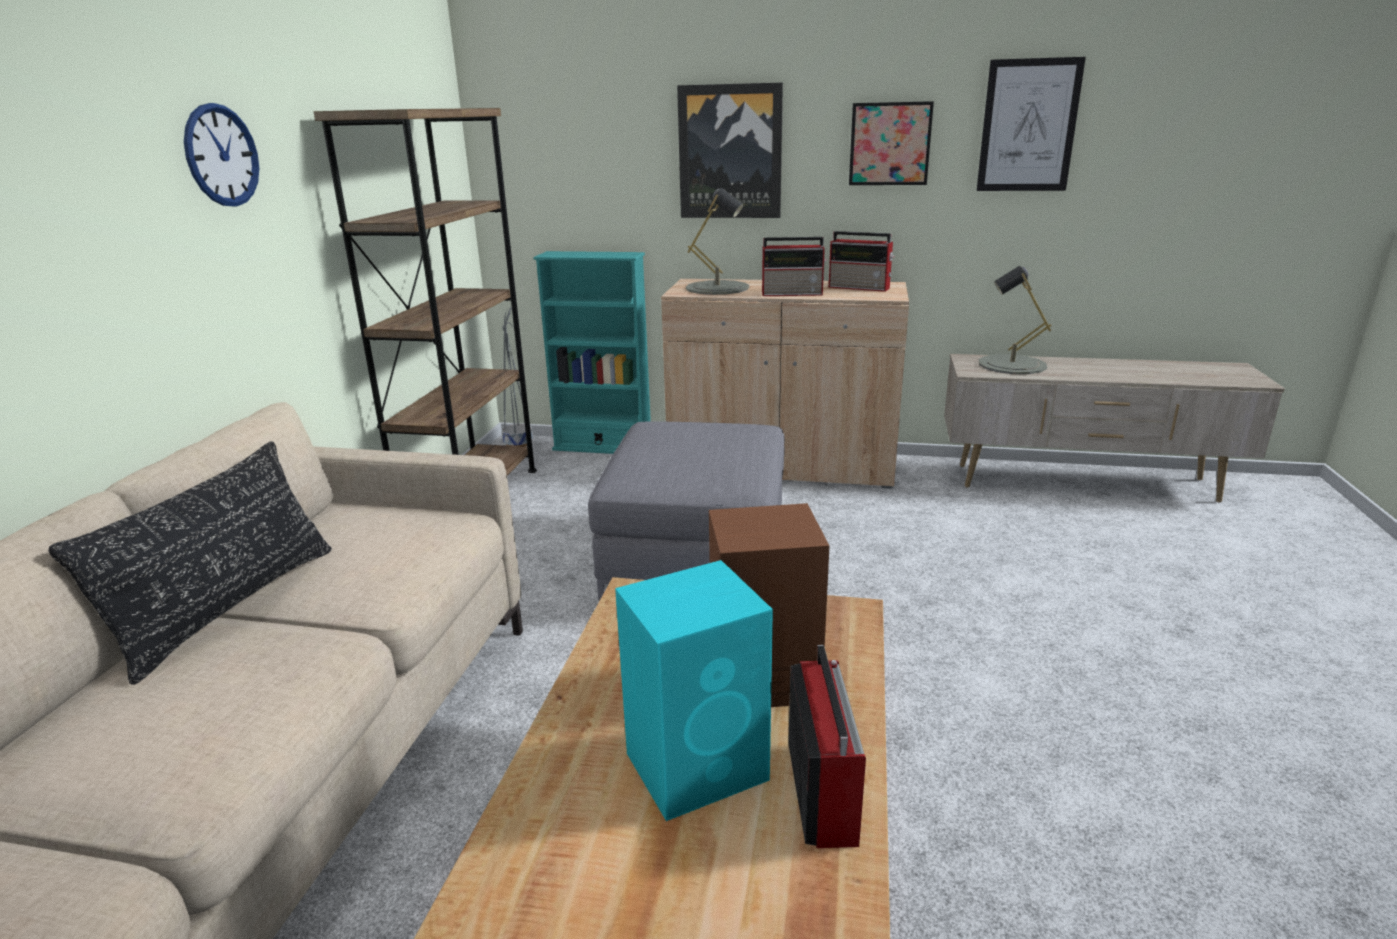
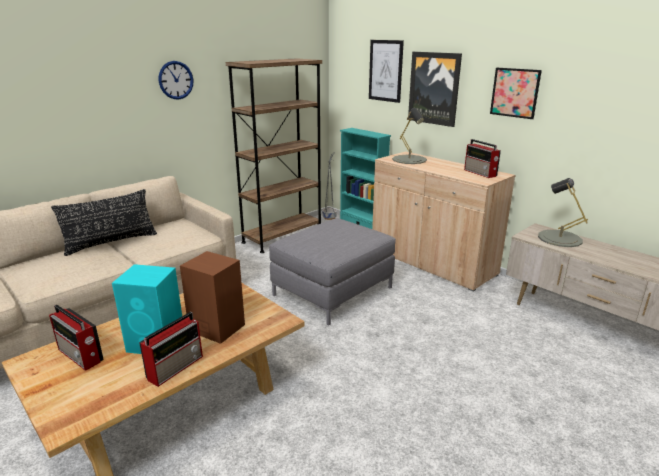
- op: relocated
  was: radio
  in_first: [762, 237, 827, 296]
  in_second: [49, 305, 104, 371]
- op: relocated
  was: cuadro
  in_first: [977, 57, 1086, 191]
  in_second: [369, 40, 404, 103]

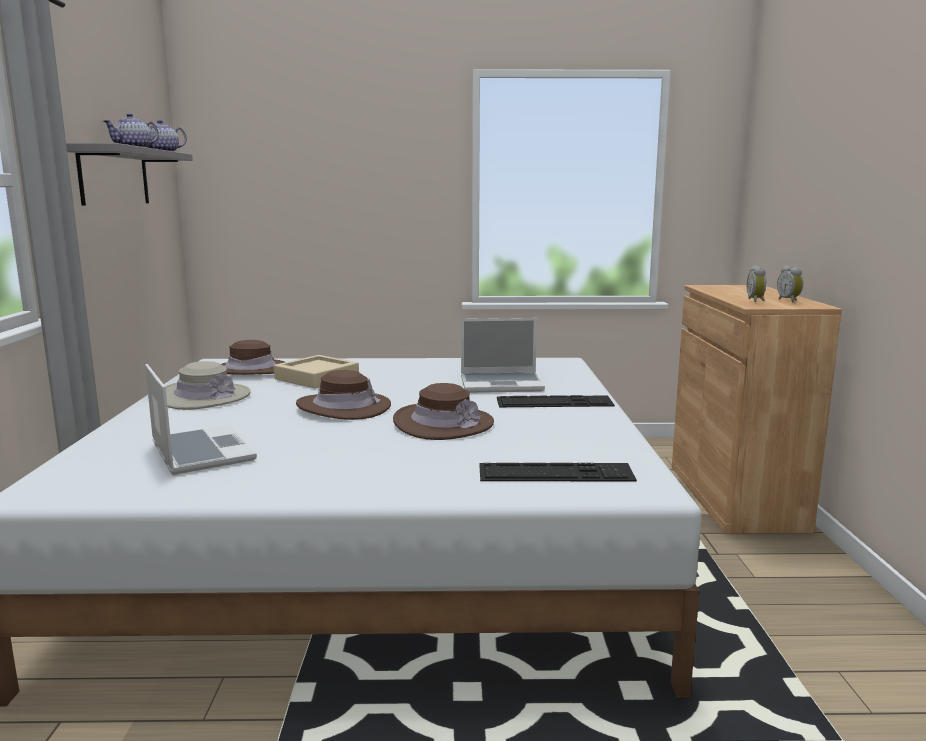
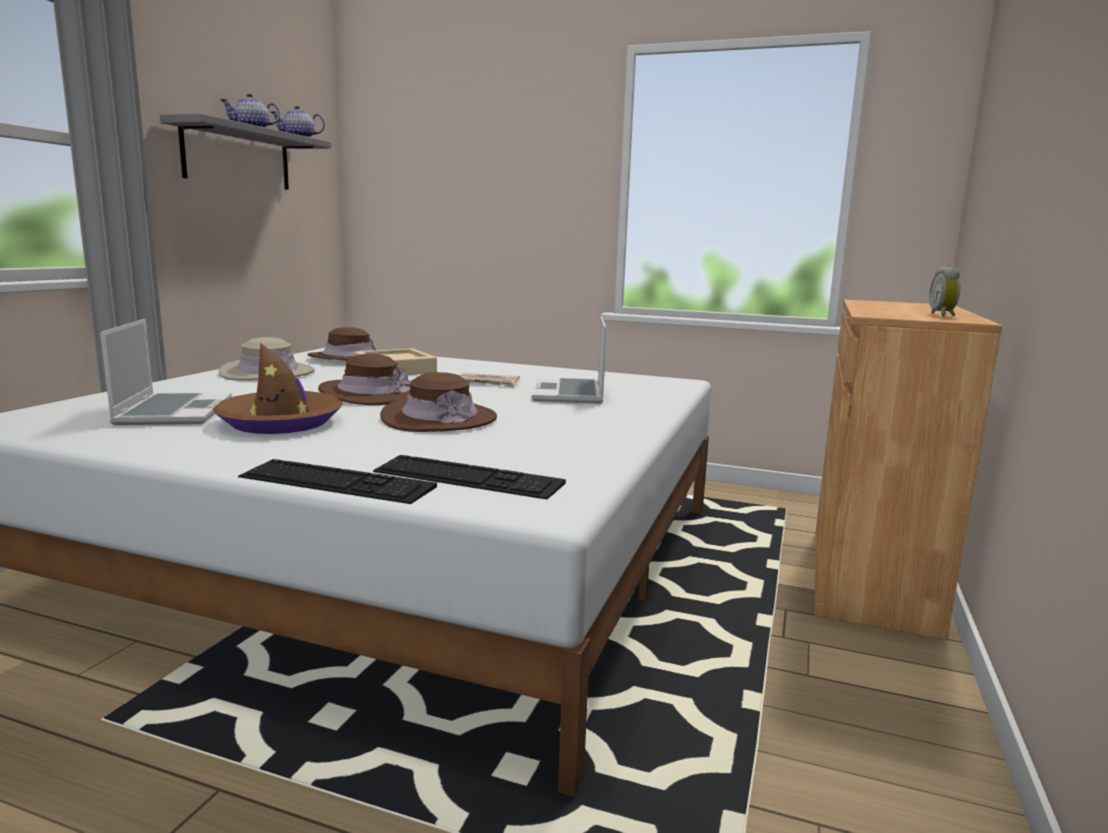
- op: missing
  was: despertador
  in_first: [747, 266, 766, 302]
- op: appeared
  now: sombrero (marrón)
  in_second: [213, 343, 343, 434]
- op: appeared
  now: periódico
  in_second: [459, 373, 520, 388]
- op: relocated
  was: teclado
  in_first: [497, 395, 615, 407]
  in_second: [238, 459, 437, 504]
- op: spun
  was: portátil
  in_first: [461, 318, 545, 393]
  in_second: [532, 317, 607, 404]
  clockwise: 75

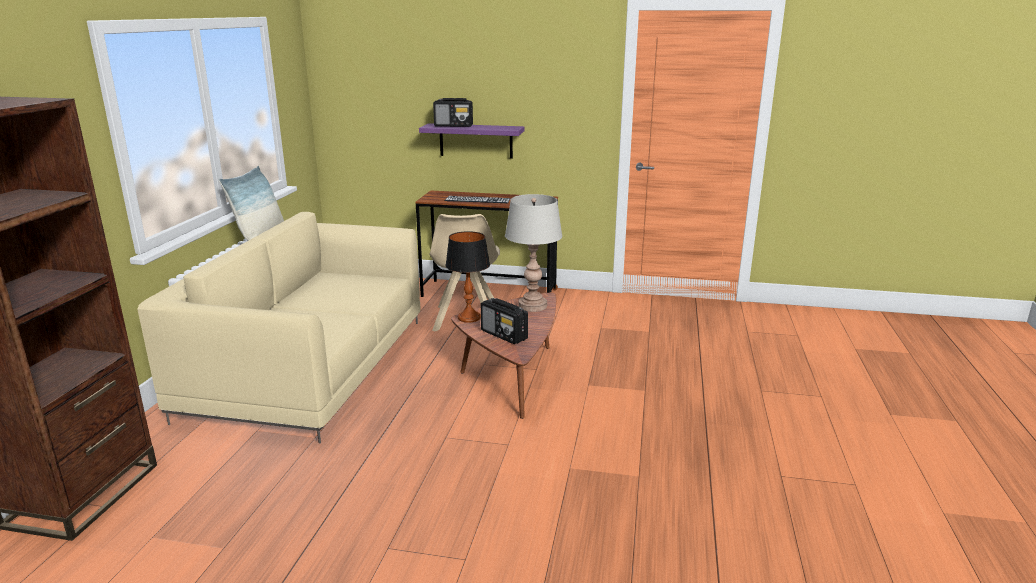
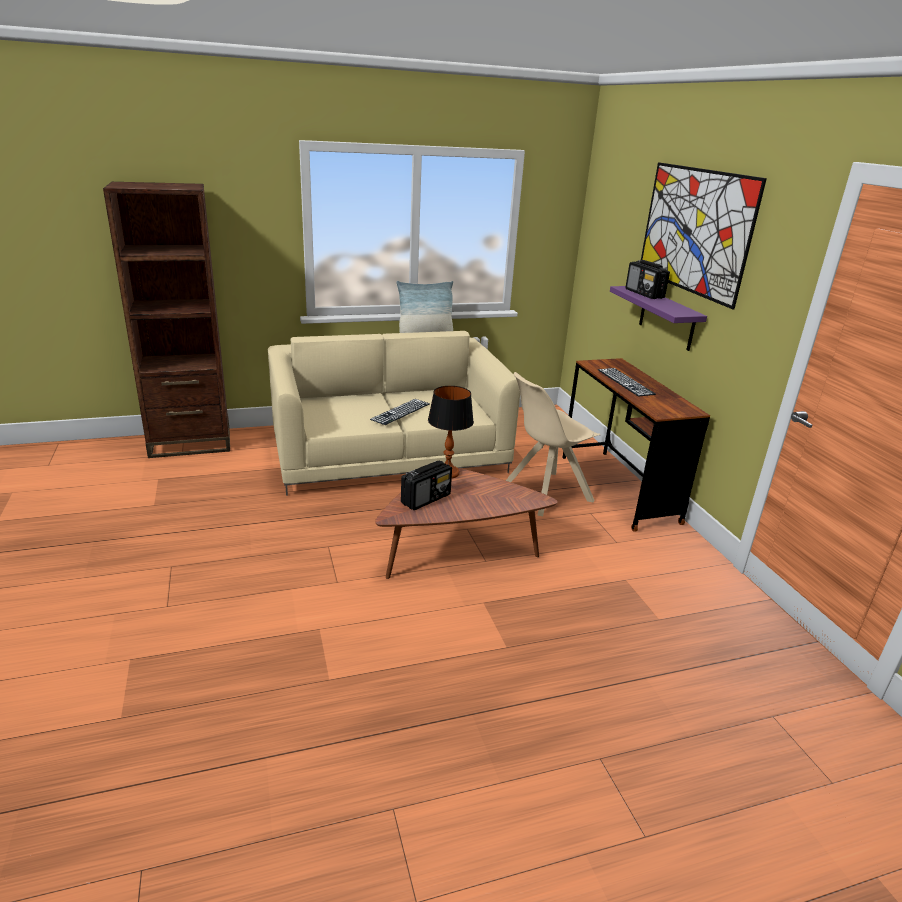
- op: missing
  was: lámpara de mesa (gris)
  in_first: [505, 194, 562, 312]
- op: appeared
  now: teclado
  in_second: [370, 399, 430, 425]
- op: appeared
  now: cuadro
  in_second: [641, 162, 767, 309]
- op: spun
  was: radio
  in_first: [481, 298, 528, 344]
  in_second: [401, 461, 452, 510]
  clockwise: -150

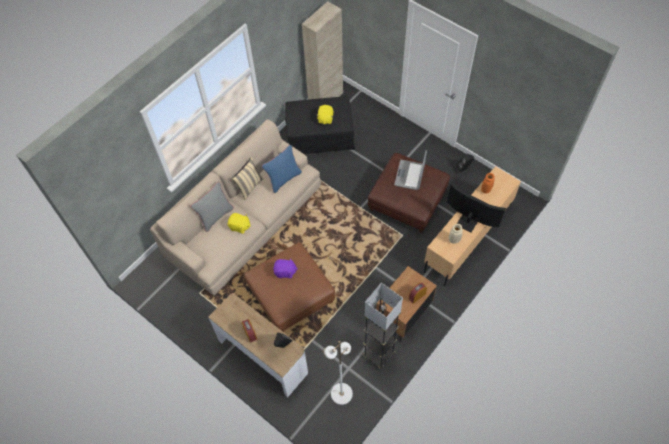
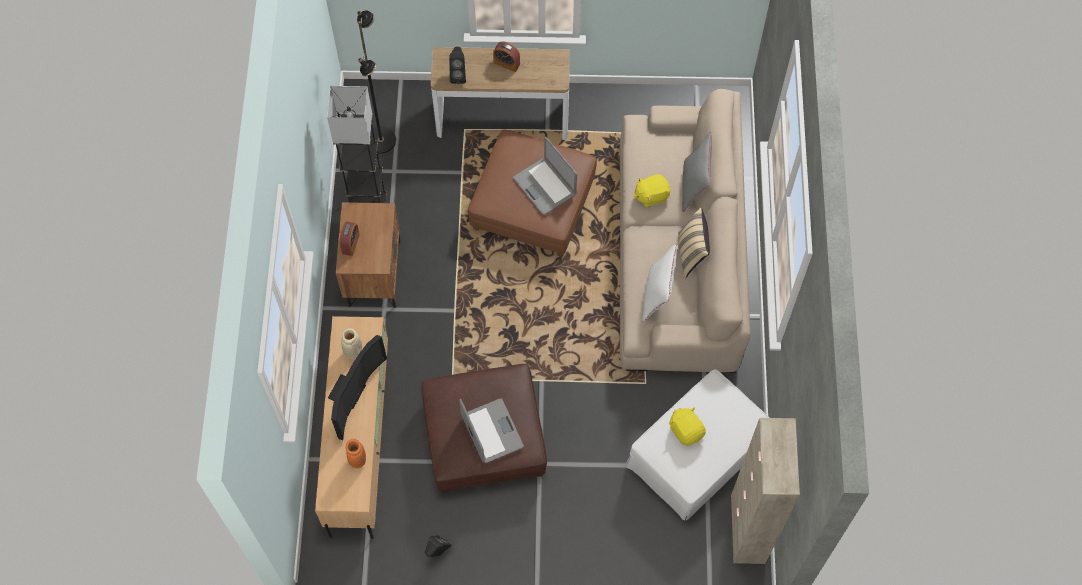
- op: exchanged
  was: peluche (morado)
  now: portátil
  in_first: [273, 258, 298, 278]
  in_second: [513, 137, 577, 215]
- op: colour
  was: cojín (azul)
  now: cojín (blanco)
  in_first: [262, 145, 302, 193]
  in_second: [642, 243, 677, 322]
- op: colour
  was: puf (negro)
  now: puf (blanco)
  in_first: [285, 96, 355, 154]
  in_second: [625, 369, 769, 520]
- op: colour
  was: lámpara de pie (blanco)
  now: lámpara de pie (negro)
  in_first: [324, 341, 353, 405]
  in_second: [357, 11, 396, 154]
- op: spun
  was: televisor
  in_first: [447, 182, 506, 232]
  in_second: [328, 335, 387, 441]
  clockwise: -60

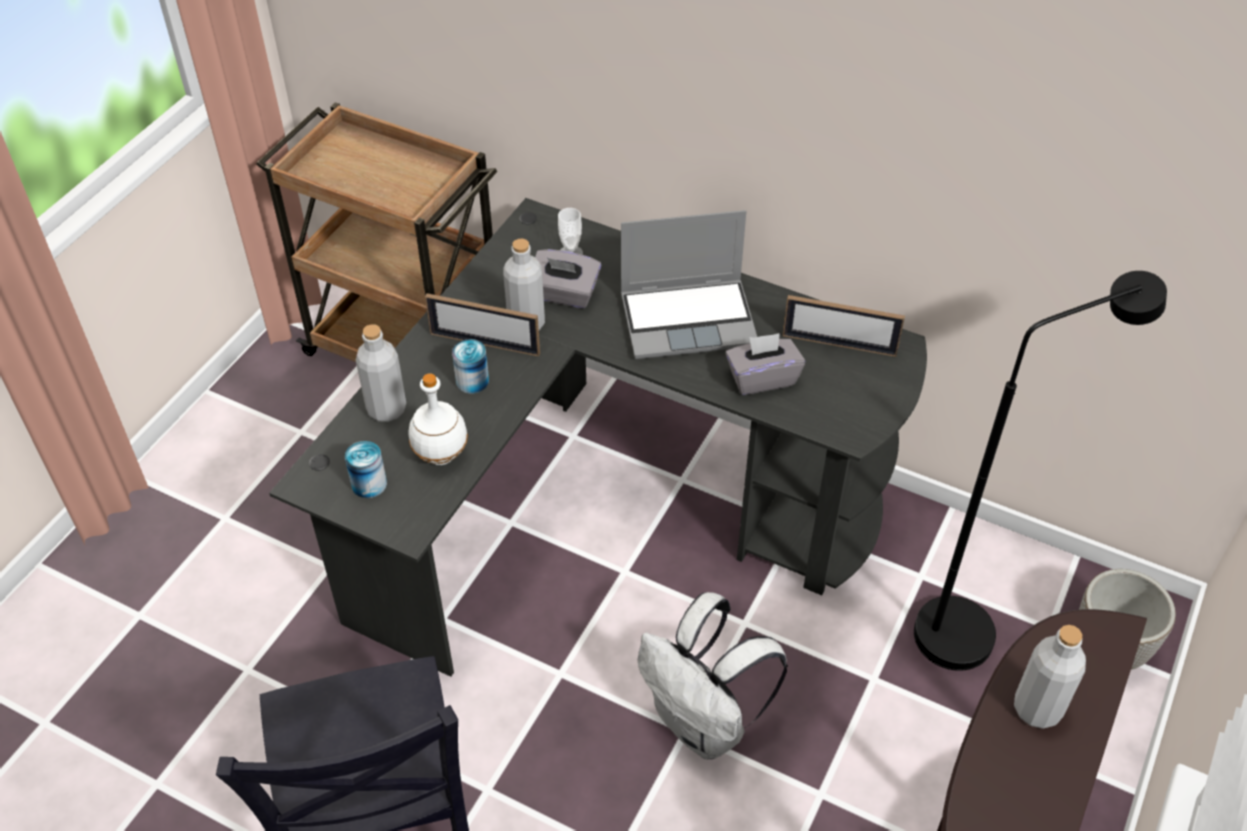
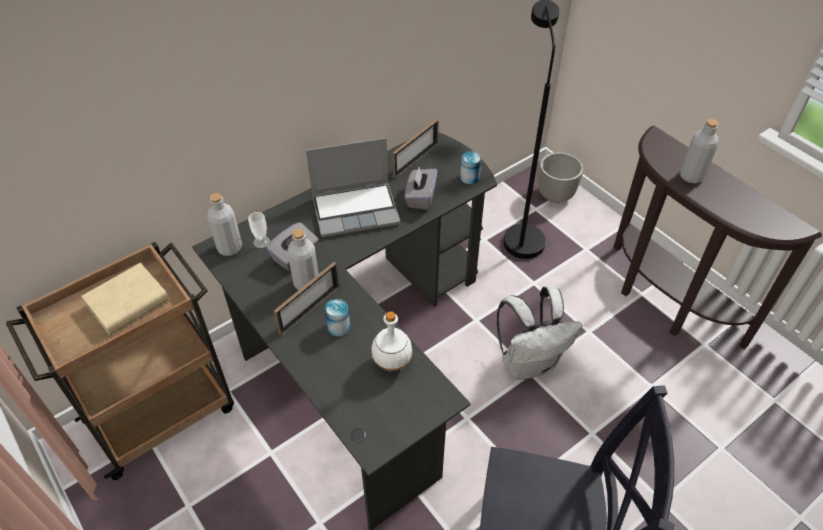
- op: appeared
  now: libro (beis)
  in_second: [81, 263, 169, 335]
- op: relocated
  was: lata
  in_first: [345, 441, 387, 498]
  in_second: [460, 152, 481, 184]
- op: relocated
  was: botella (gris)
  in_first: [356, 324, 406, 422]
  in_second: [207, 193, 242, 256]
- op: spun
  was: portátil
  in_first: [621, 210, 757, 359]
  in_second: [306, 138, 400, 237]
  clockwise: 60

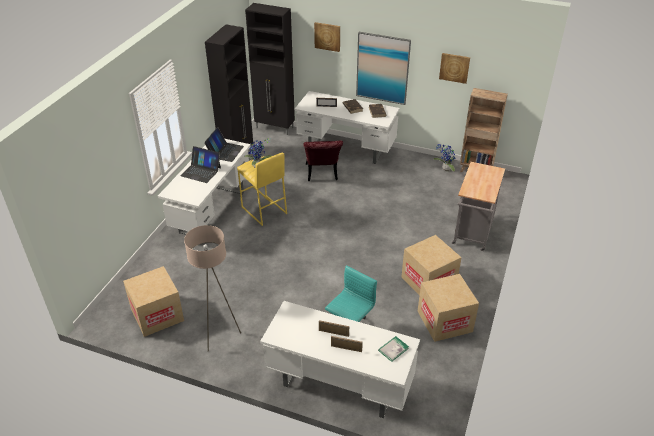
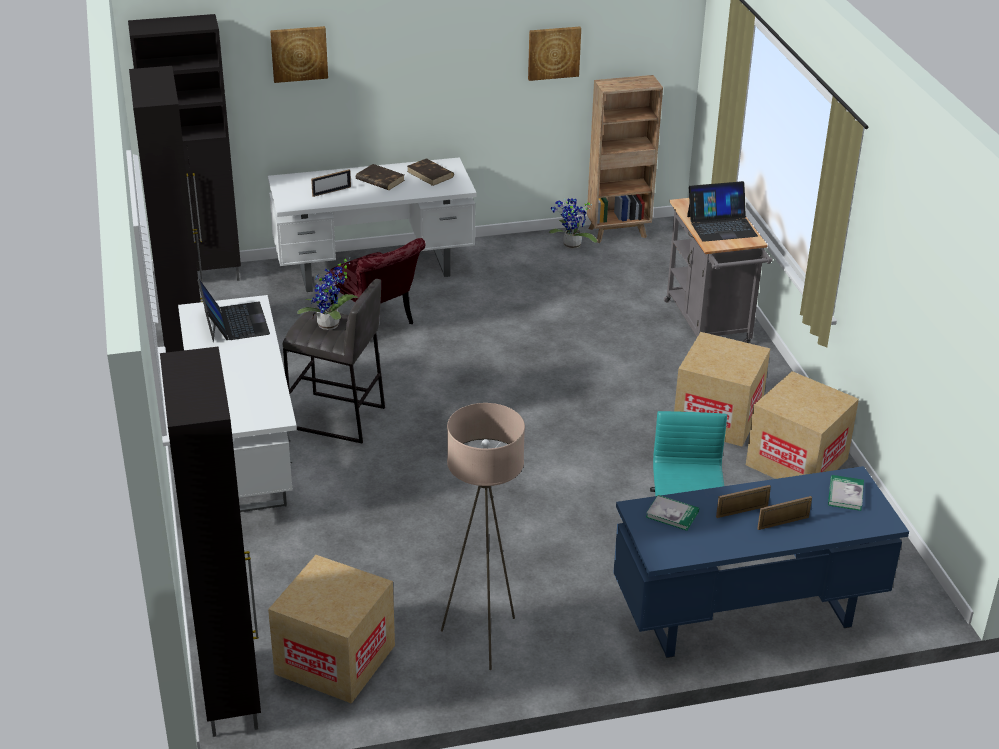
- op: missing
  was: cuadro
  in_first: [356, 32, 411, 105]
- op: appeared
  now: armario (negro)
  in_second: [160, 346, 261, 737]
- op: appeared
  now: libro
  in_second: [646, 495, 699, 531]
- op: relocated
  was: portátil
  in_first: [181, 146, 221, 183]
  in_second: [687, 181, 758, 242]
- op: colour
  was: taburete (amarillo)
  now: taburete (gris)
  in_first: [237, 152, 287, 226]
  in_second: [283, 279, 385, 443]
- op: colour
  was: escritorio (blanco)
  now: escritorio (azul)
  in_first: [260, 301, 420, 418]
  in_second: [613, 466, 909, 658]

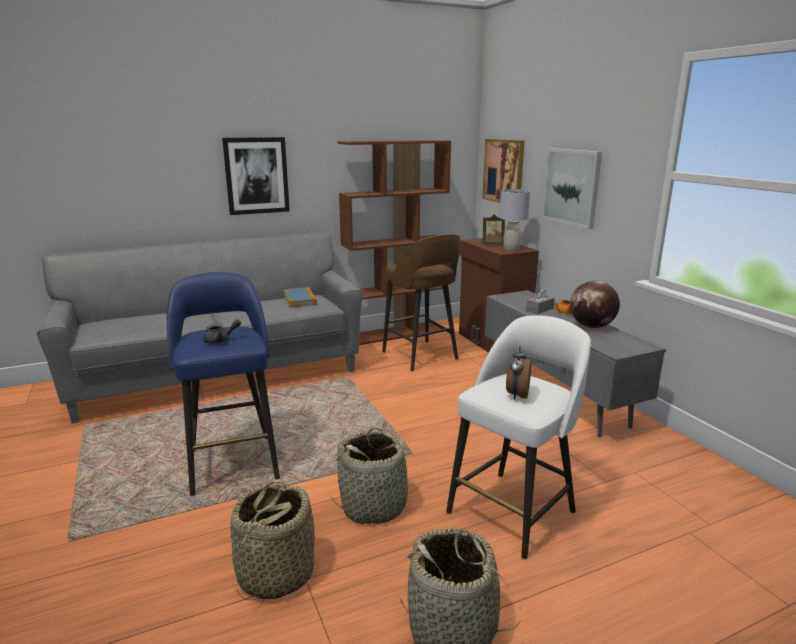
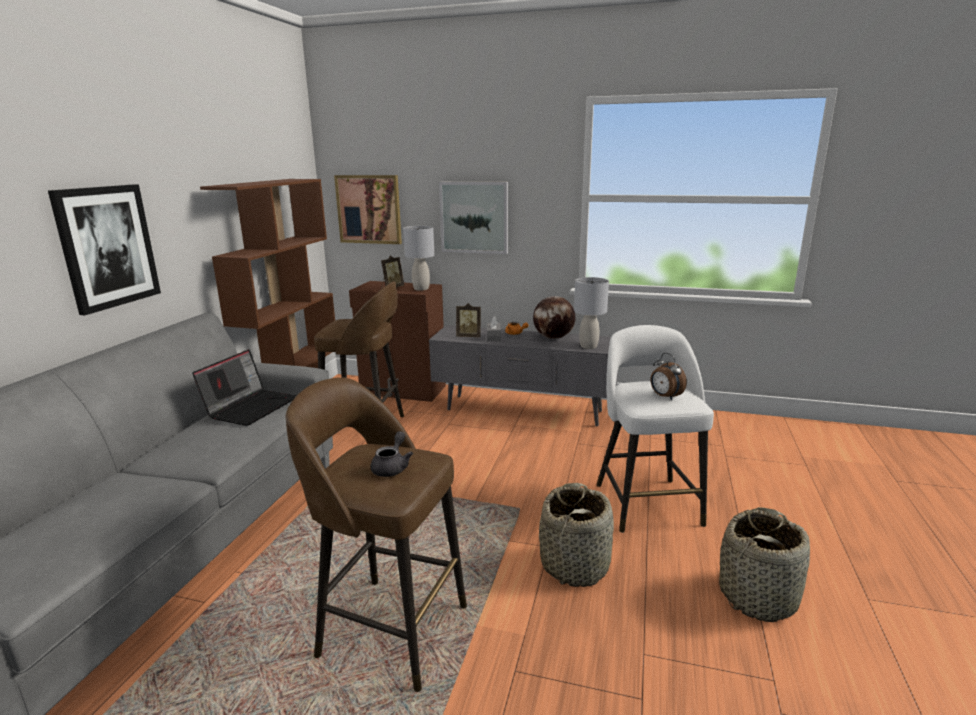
- op: missing
  was: cesta
  in_first: [230, 479, 315, 600]
- op: appeared
  now: portarretratos
  in_second: [456, 303, 481, 337]
- op: appeared
  now: lámpara de mesa (gris)
  in_second: [574, 277, 609, 349]
- op: exchanged
  was: libro
  now: portátil
  in_first: [284, 287, 317, 307]
  in_second: [192, 349, 297, 426]
- op: colour
  was: taburete (azul)
  now: taburete (marrón)
  in_first: [167, 272, 280, 496]
  in_second: [286, 377, 467, 692]

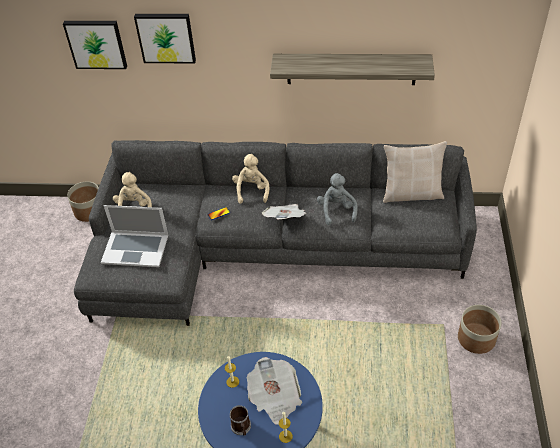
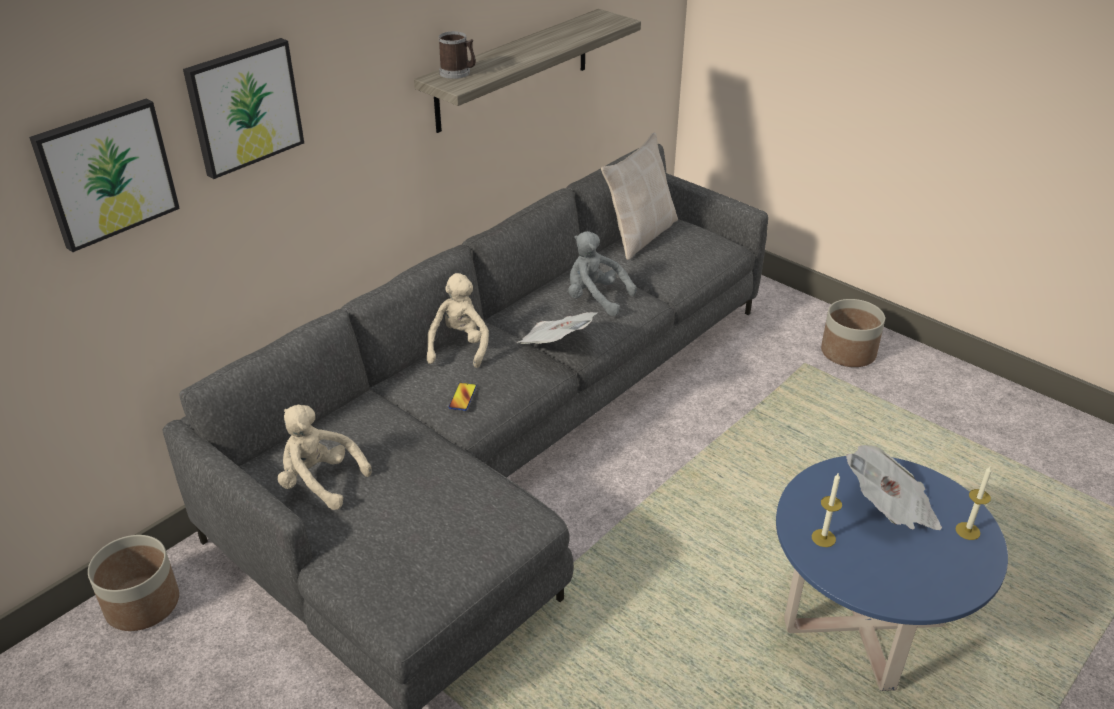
- op: missing
  was: portátil
  in_first: [101, 205, 168, 267]
- op: relocated
  was: taza grande
  in_first: [230, 405, 251, 436]
  in_second: [439, 31, 476, 79]
- op: spun
  was: peluche (beis)
  in_first: [232, 154, 269, 204]
  in_second: [427, 273, 489, 368]
  clockwise: 60

